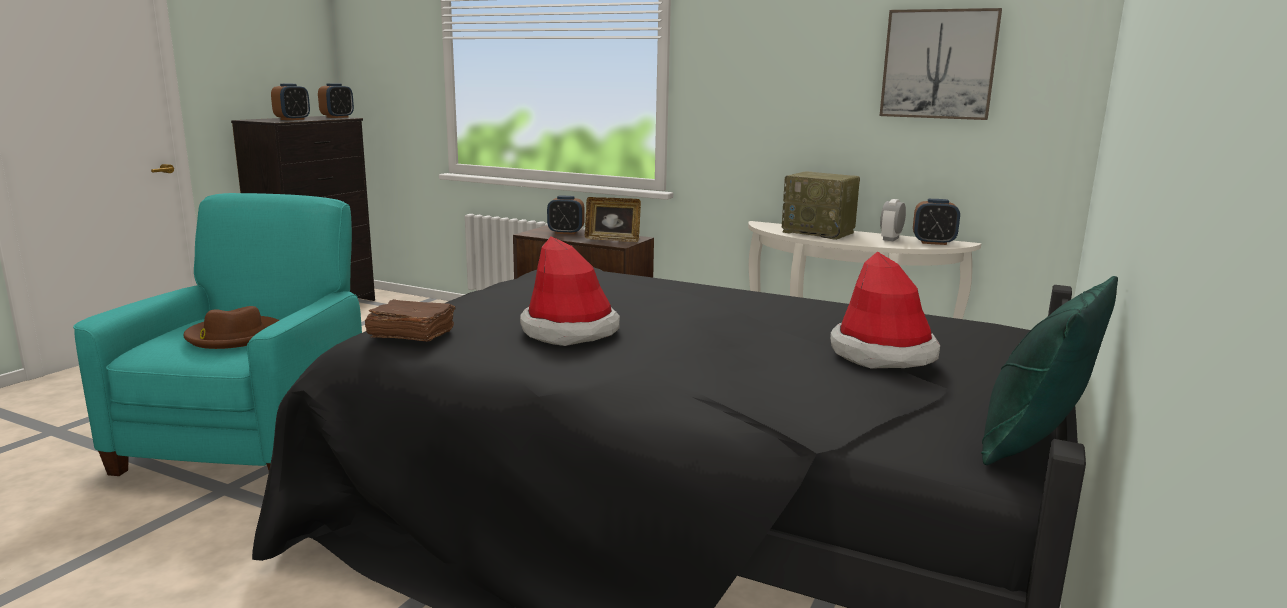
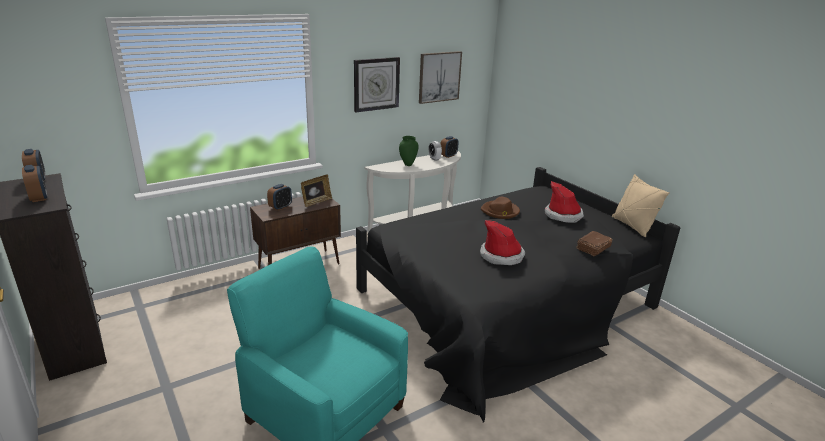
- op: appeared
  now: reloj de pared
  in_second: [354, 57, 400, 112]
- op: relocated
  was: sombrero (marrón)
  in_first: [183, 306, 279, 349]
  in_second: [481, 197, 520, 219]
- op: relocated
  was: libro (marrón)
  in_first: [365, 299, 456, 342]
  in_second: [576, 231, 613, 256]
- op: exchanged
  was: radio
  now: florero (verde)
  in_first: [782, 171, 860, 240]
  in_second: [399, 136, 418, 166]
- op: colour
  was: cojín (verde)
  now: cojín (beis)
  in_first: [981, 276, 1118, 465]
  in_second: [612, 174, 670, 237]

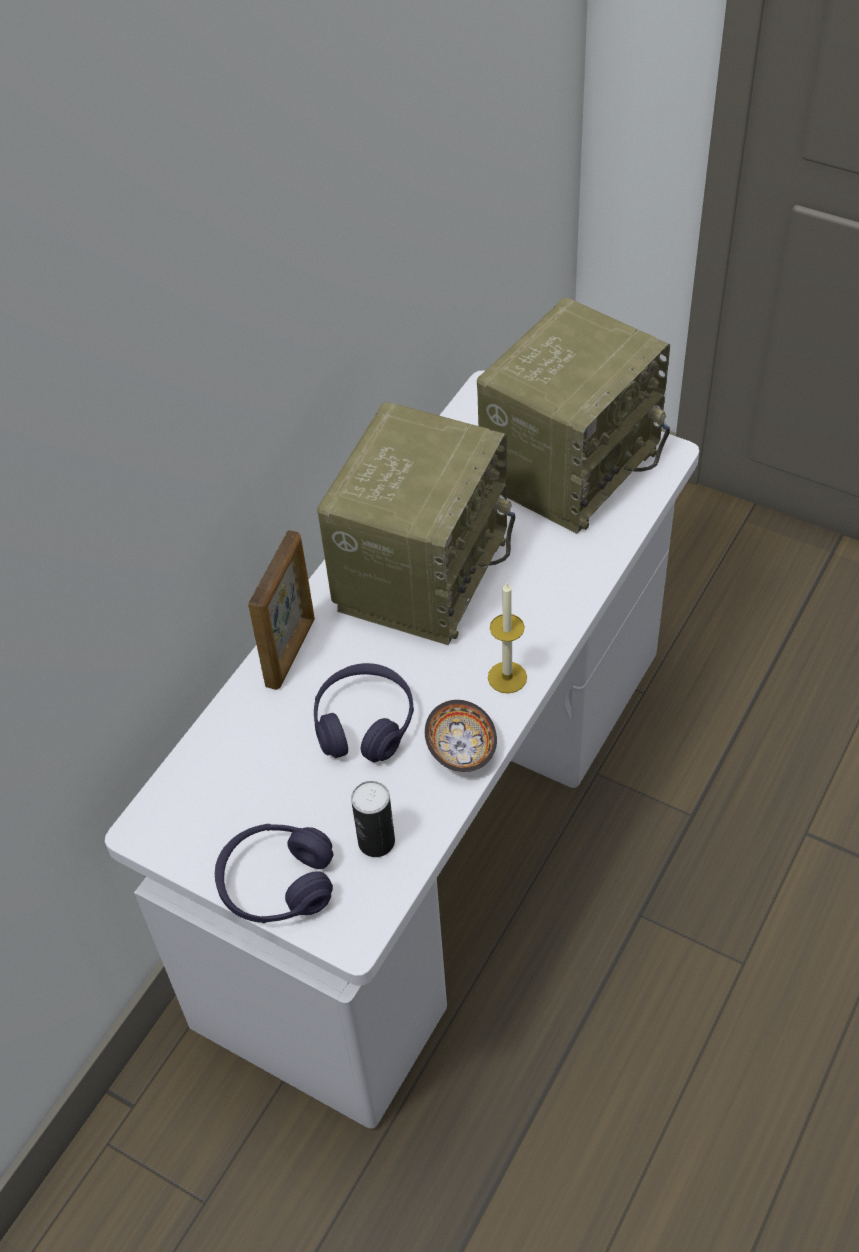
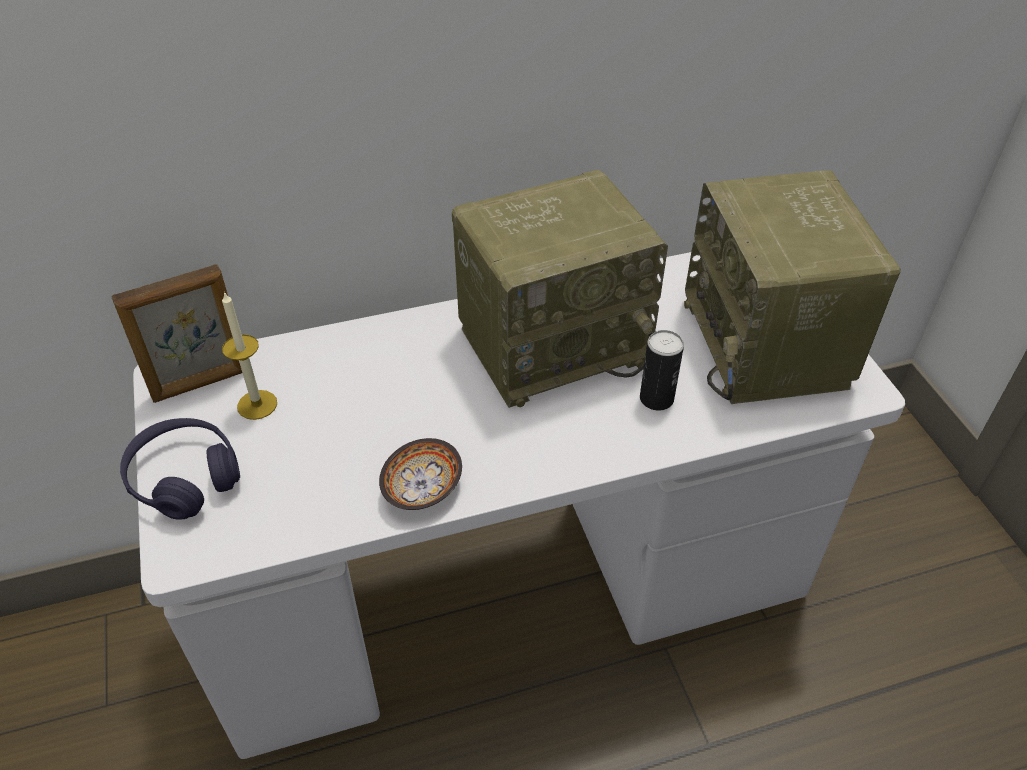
- op: missing
  was: auriculares (morado)
  in_first: [314, 663, 414, 762]
- op: relocated
  was: portarretratos
  in_first: [248, 530, 315, 690]
  in_second: [111, 264, 242, 403]
- op: relocated
  was: lata
  in_first: [351, 781, 395, 857]
  in_second: [640, 330, 684, 410]
- op: relocated
  was: vela
  in_first: [488, 583, 527, 693]
  in_second: [222, 292, 277, 420]
- op: spun
  was: radio
  in_first: [477, 298, 670, 534]
  in_second: [684, 170, 901, 404]
  clockwise: 90

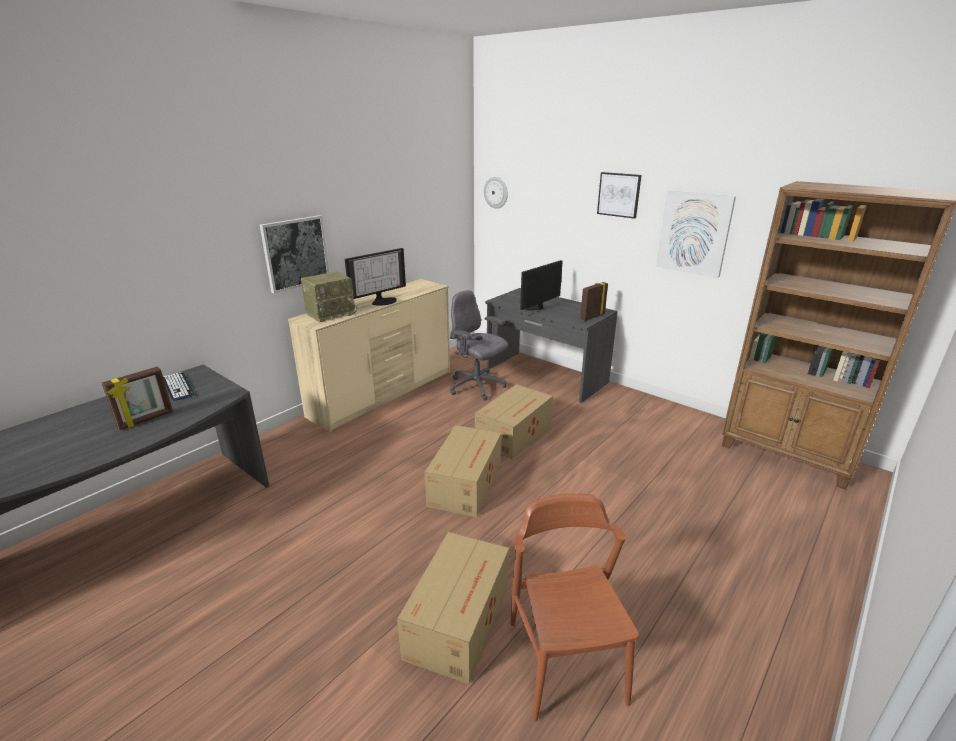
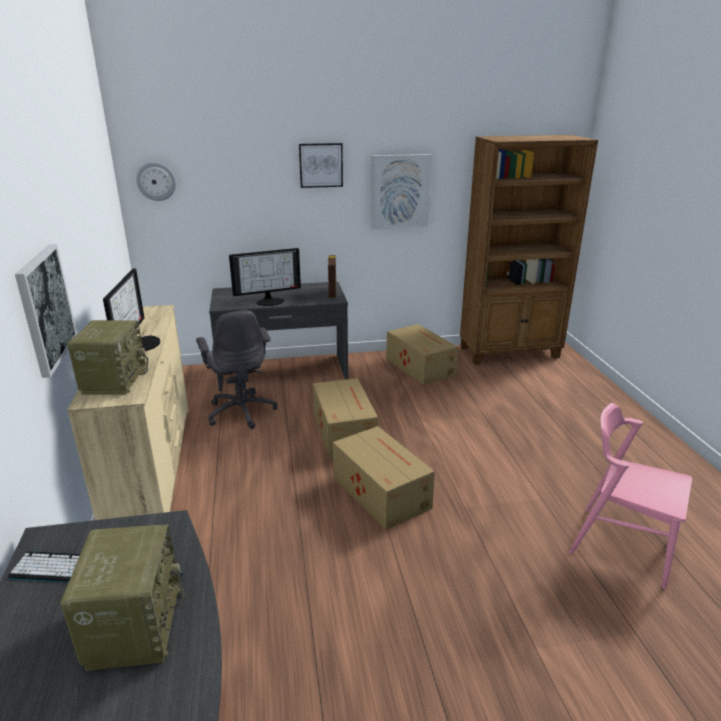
- op: relocated
  was: caja de cartón
  in_first: [397, 532, 509, 684]
  in_second: [386, 324, 458, 385]
- op: exchanged
  was: portarretratos
  now: radio
  in_first: [102, 367, 173, 430]
  in_second: [60, 524, 185, 671]
- op: colour
  was: silla (marrón)
  now: silla (rosa)
  in_first: [510, 494, 639, 722]
  in_second: [569, 403, 692, 589]
- op: spun
  was: silla de oficina (gris)
  in_first: [450, 290, 508, 401]
  in_second: [196, 311, 277, 429]
  clockwise: -105
- op: spun
  was: monitor
  in_first: [520, 260, 563, 311]
  in_second: [229, 248, 301, 306]
  clockwise: -105

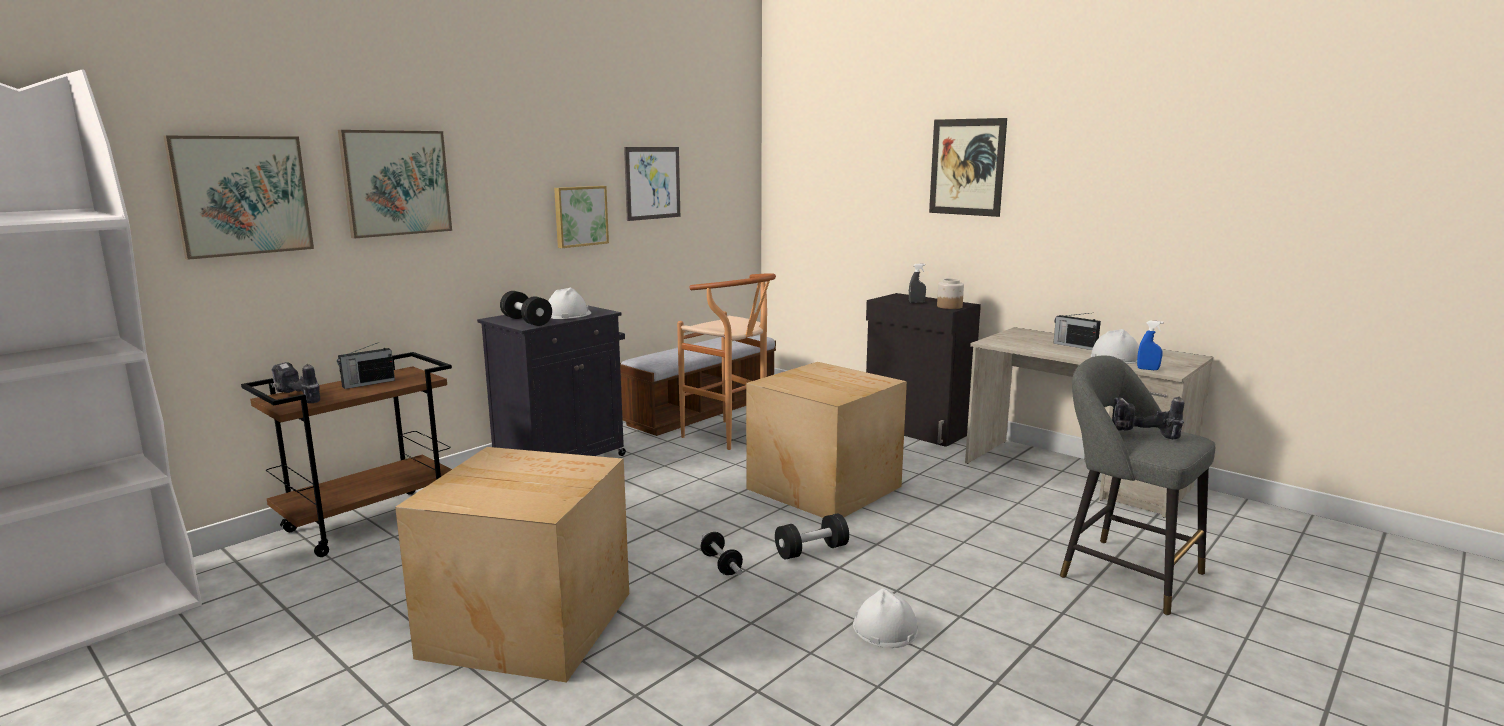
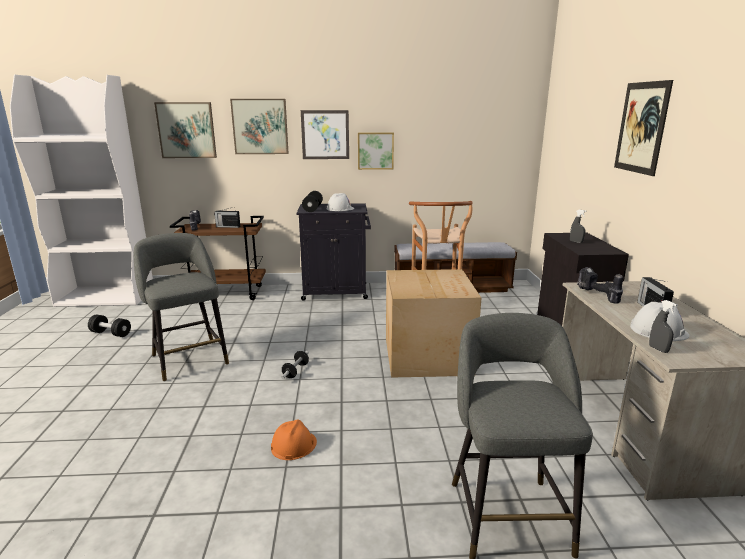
- op: missing
  was: tarro
  in_first: [937, 279, 964, 309]
- op: relocated
  was: cuadro
  in_first: [624, 147, 680, 221]
  in_second: [301, 110, 349, 159]
- op: relocated
  was: mancuerna (negro)
  in_first: [775, 513, 849, 560]
  in_second: [88, 315, 131, 337]
- op: relocated
  was: taladro
  in_first: [1112, 396, 1184, 439]
  in_second: [577, 267, 623, 303]
- op: exchanged
  was: caja de cartón
  now: taburete (gris)
  in_first: [395, 447, 629, 683]
  in_second: [134, 233, 229, 381]
- op: colour
  was: casco (blanco)
  now: casco (naranja)
  in_first: [853, 588, 918, 648]
  in_second: [271, 419, 317, 460]
- op: colour
  was: pulverizador (azul)
  now: pulverizador (gris)
  in_first: [1137, 321, 1163, 370]
  in_second: [649, 300, 678, 353]

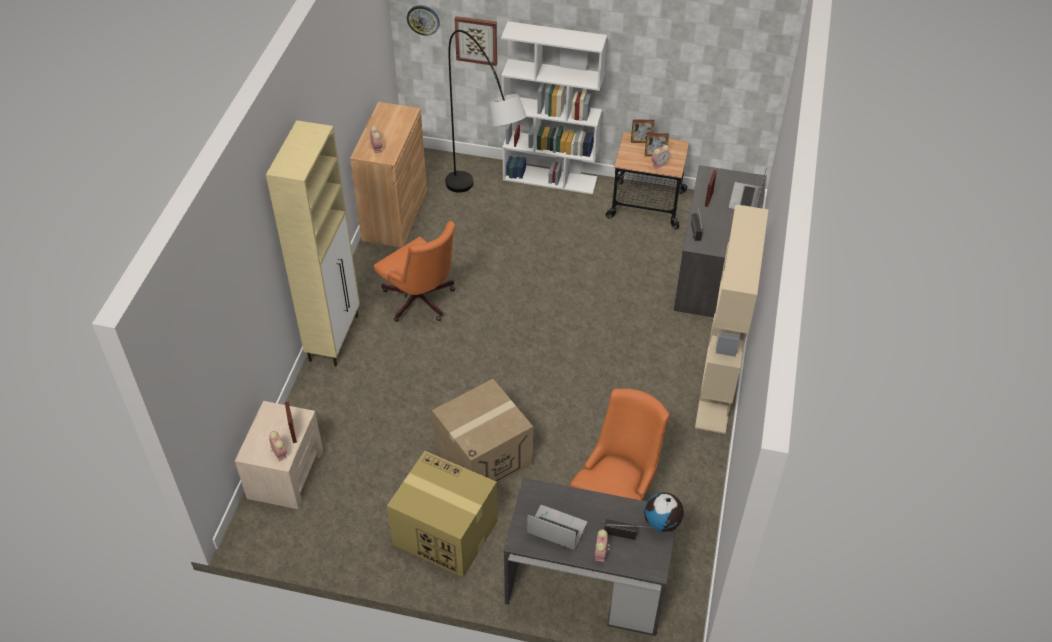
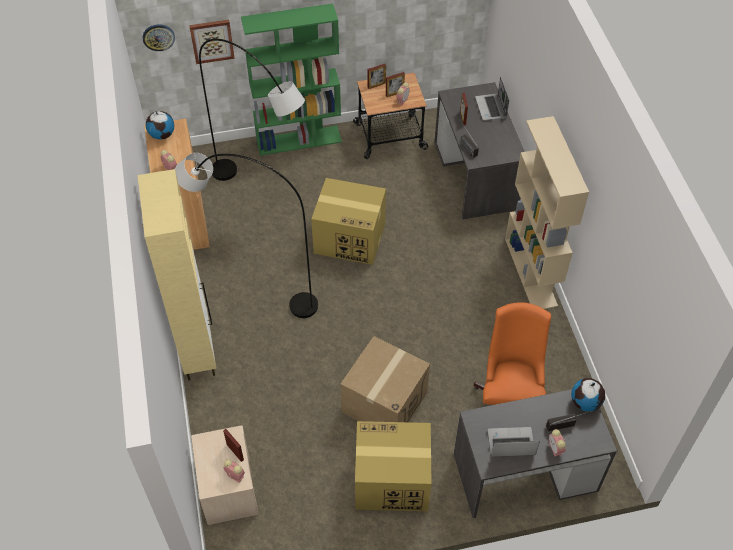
- op: appeared
  now: globo terráqueo
  in_second: [146, 111, 174, 140]
- op: appeared
  now: caja de cartón
  in_second: [311, 178, 386, 265]
- op: exchanged
  was: silla de oficina (naranja)
  now: lámpara de pie (gris)
  in_first: [374, 221, 455, 322]
  in_second: [175, 153, 318, 318]
- op: colour
  was: estantería (blanco)
  now: estantería (verde)
  in_first: [501, 21, 607, 195]
  in_second: [241, 3, 342, 156]

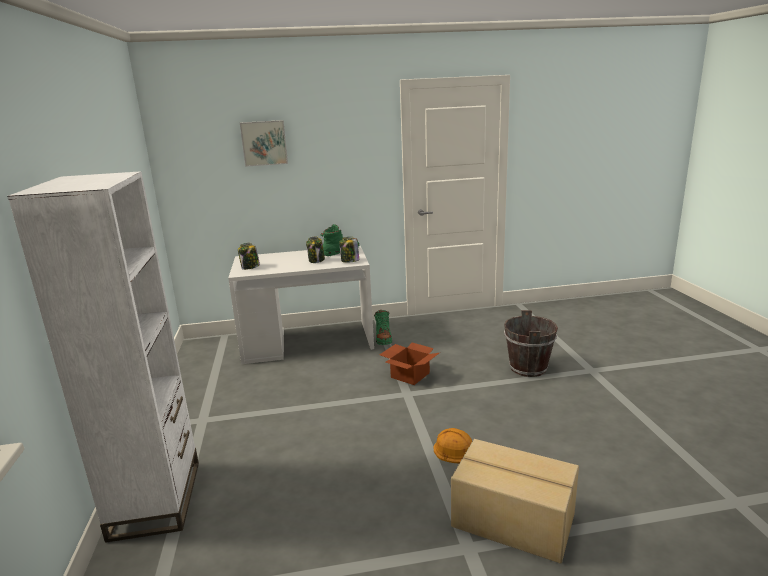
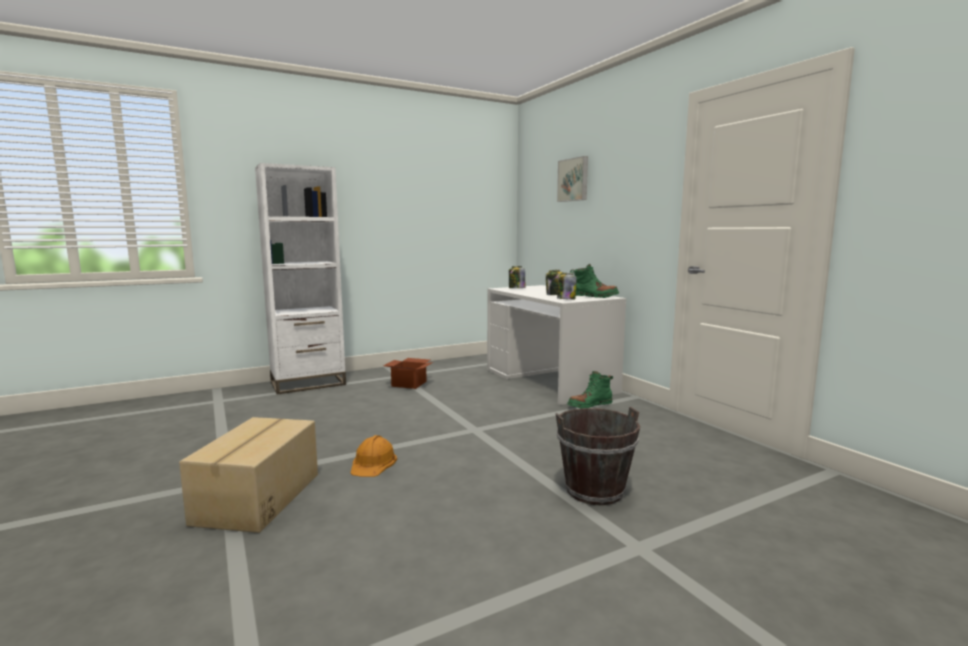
- op: relocated
  was: caja de cartón
  in_first: [379, 343, 439, 385]
  in_second: [383, 358, 433, 389]

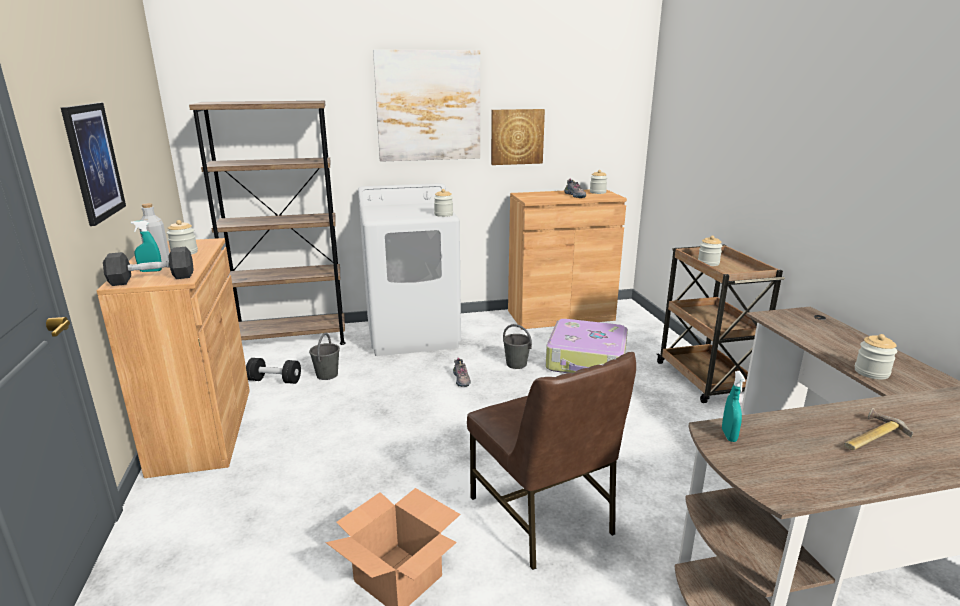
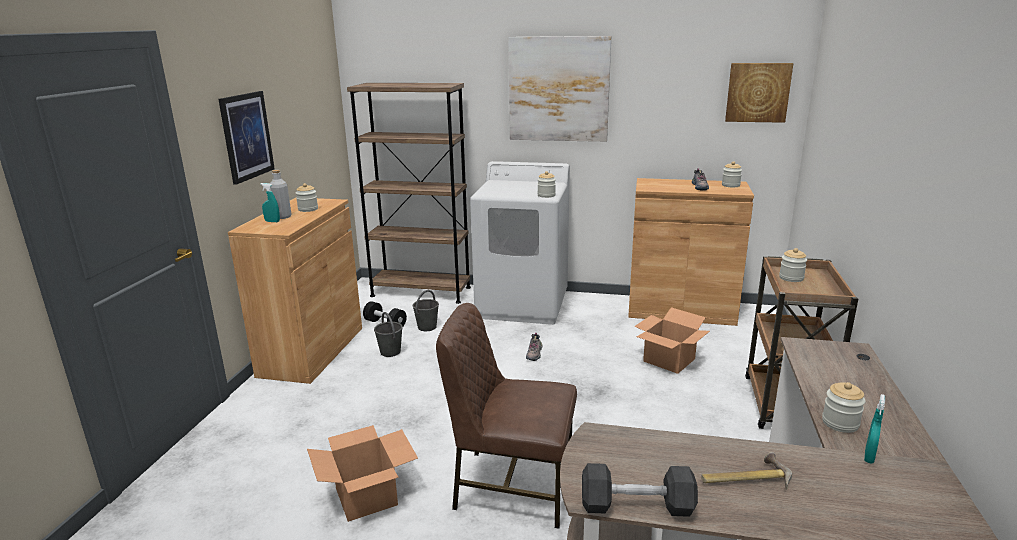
- op: relocated
  was: mancuerna (negro)
  in_first: [103, 247, 194, 286]
  in_second: [582, 463, 698, 517]
- op: relocated
  was: cuadro
  in_first: [491, 109, 545, 165]
  in_second: [725, 63, 793, 123]
- op: relocated
  was: cubo (gris)
  in_first: [503, 324, 532, 369]
  in_second: [374, 312, 403, 357]
- op: relocated
  was: pulverizador (turquesa)
  in_first: [722, 371, 746, 442]
  in_second: [864, 394, 885, 463]
- op: exchanged
  was: maleta
  now: caja de cartón
  in_first: [546, 319, 628, 373]
  in_second: [634, 307, 710, 374]
- op: spun
  was: silla (marrón)
  in_first: [467, 352, 636, 570]
  in_second: [436, 303, 577, 529]
  clockwise: 105

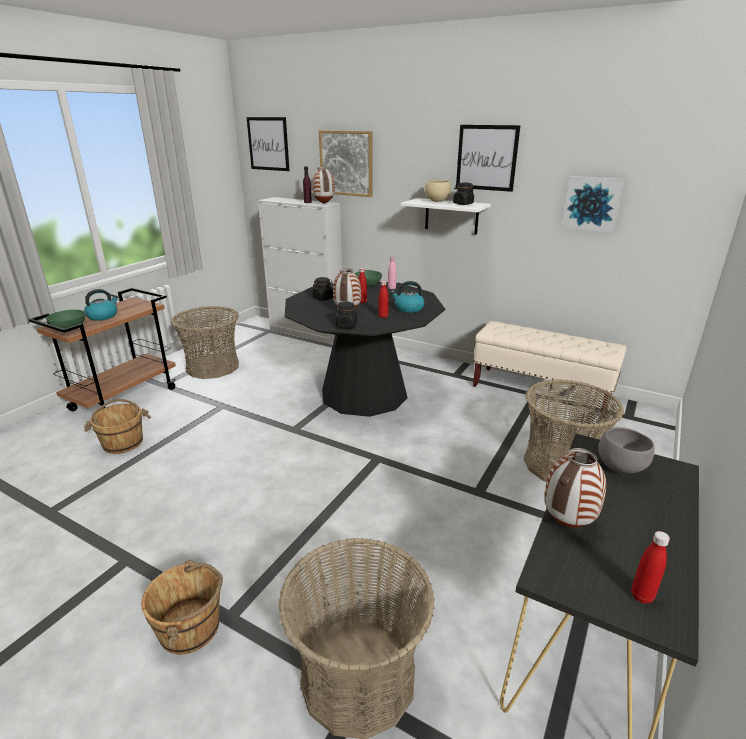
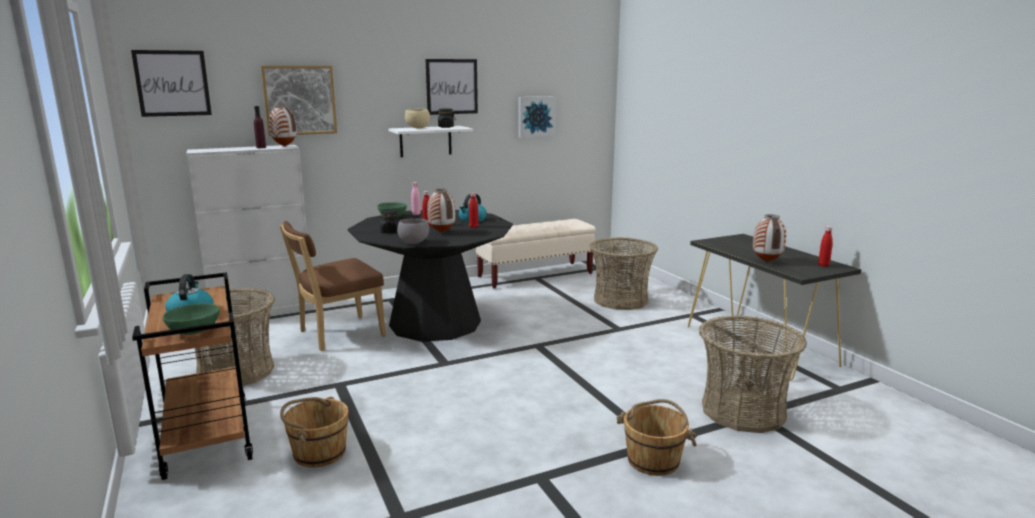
- op: missing
  was: tarro (negro)
  in_first: [336, 302, 357, 328]
- op: appeared
  now: silla (marrón)
  in_second: [280, 221, 386, 351]
- op: relocated
  was: cuenco (gris)
  in_first: [598, 427, 655, 474]
  in_second: [397, 219, 429, 244]

